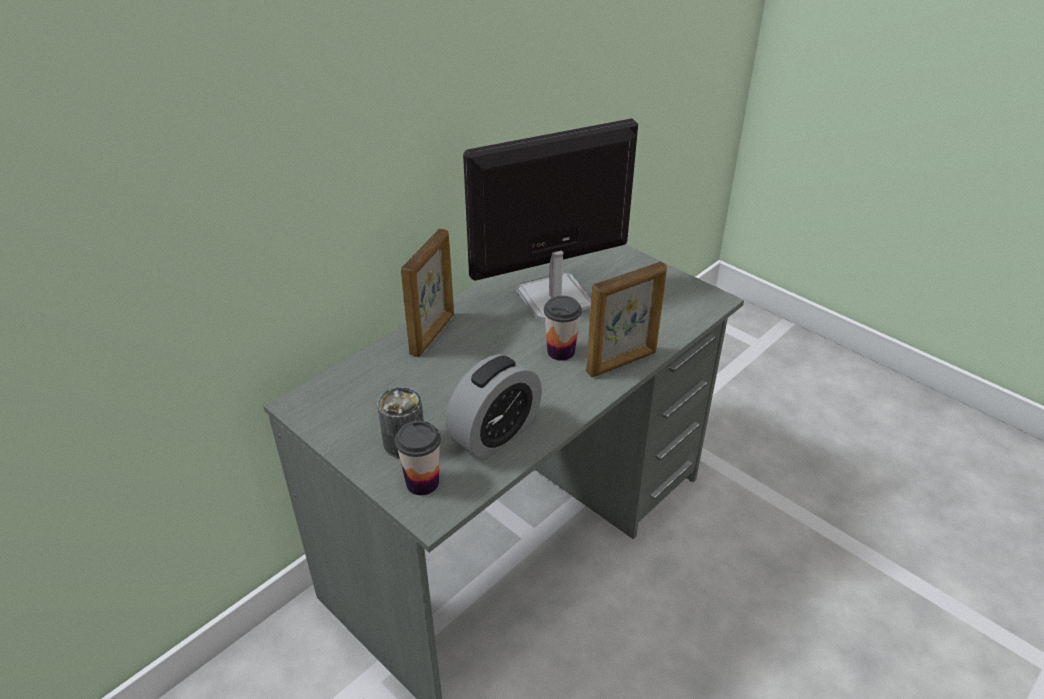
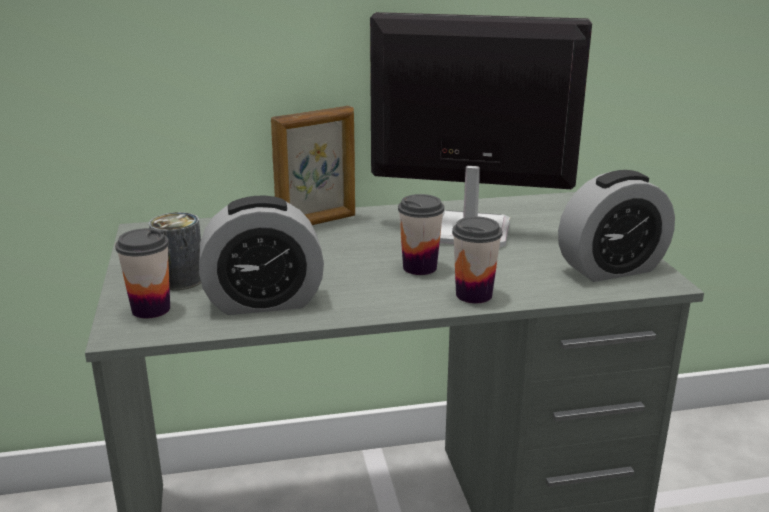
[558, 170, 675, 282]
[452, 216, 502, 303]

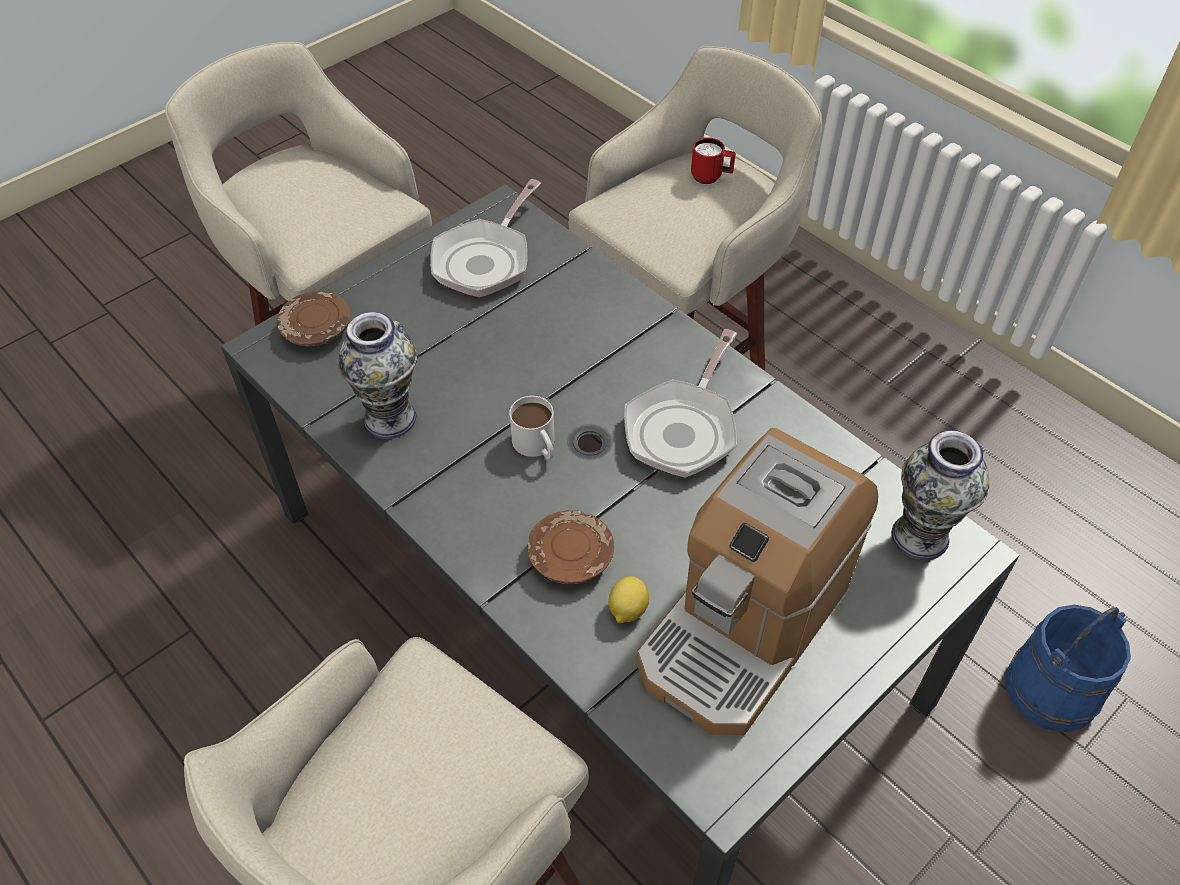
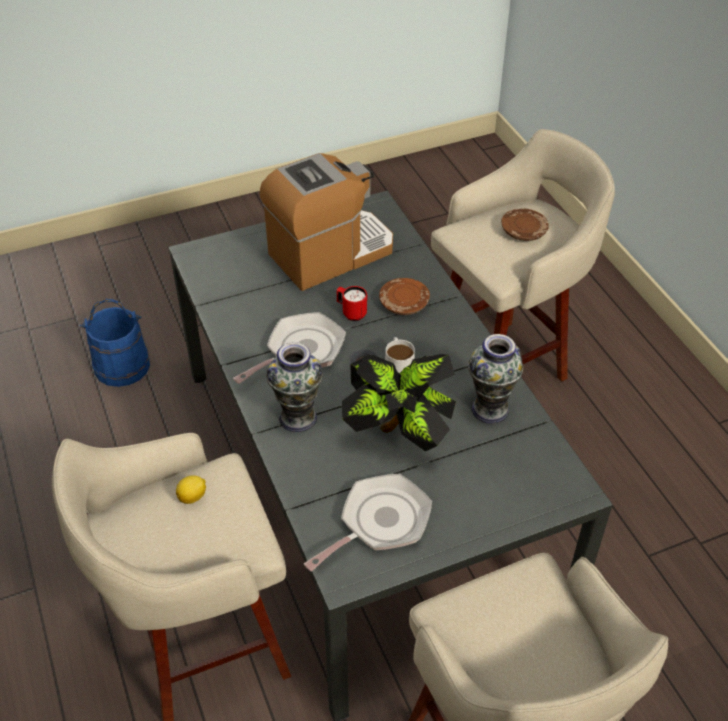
[342, 354, 456, 451]
[501, 209, 549, 241]
[176, 475, 206, 504]
[337, 286, 367, 321]
[267, 342, 322, 432]

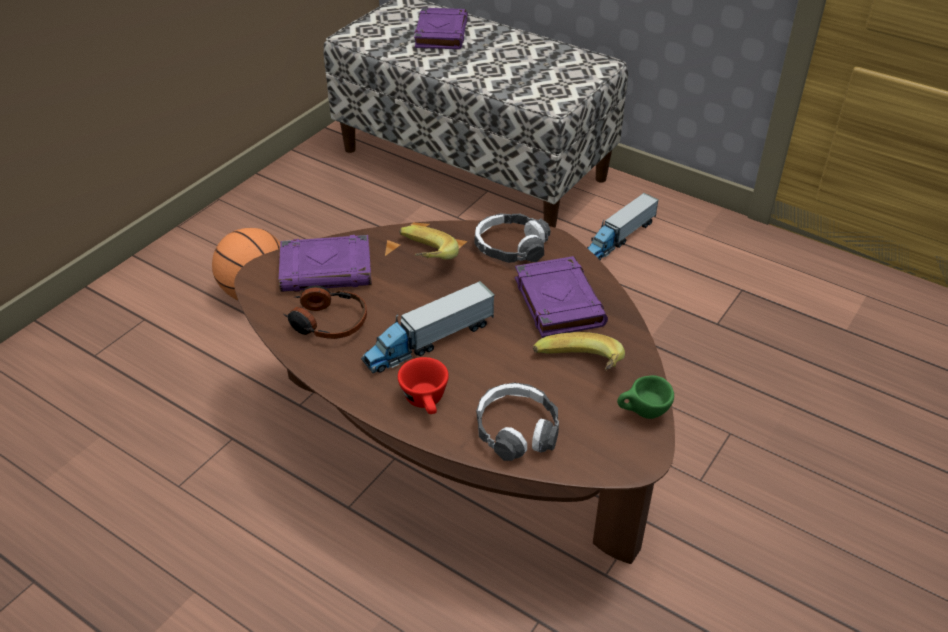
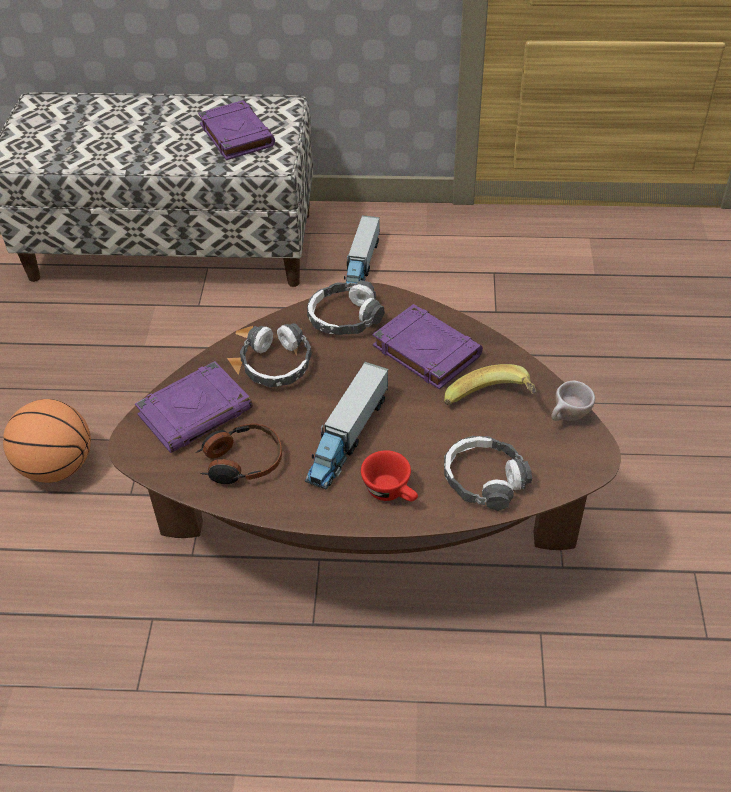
[198, 100, 275, 160]
[240, 323, 312, 387]
[551, 380, 595, 421]

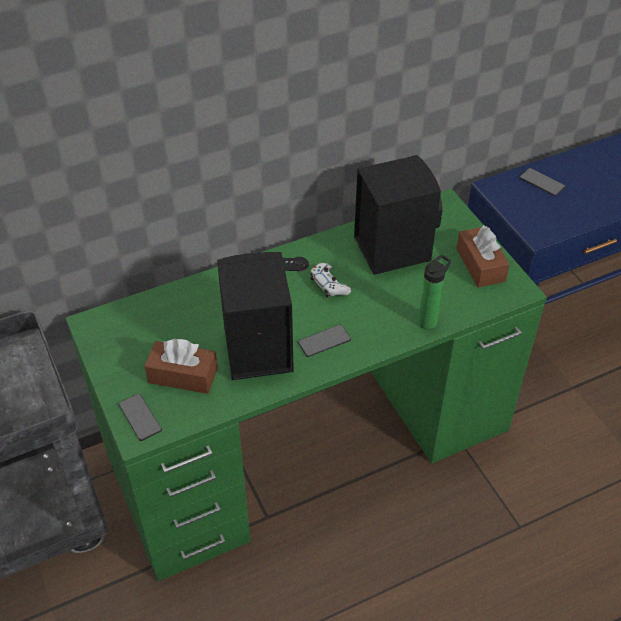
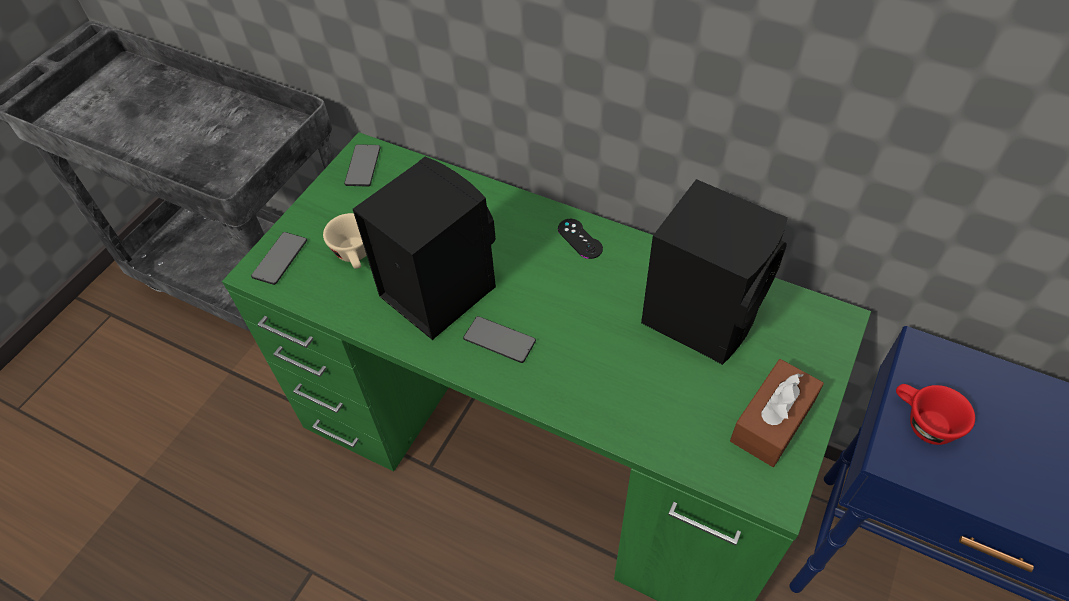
[310, 263, 351, 298] (first image)
[418, 255, 451, 329] (first image)
[896, 384, 975, 445]
[344, 144, 381, 187]
[323, 213, 366, 269]

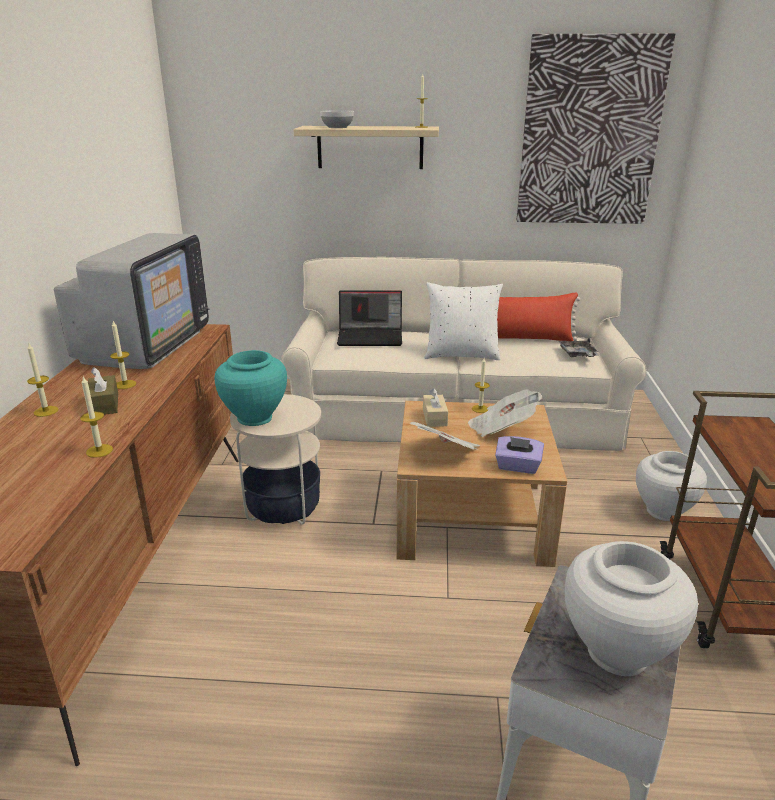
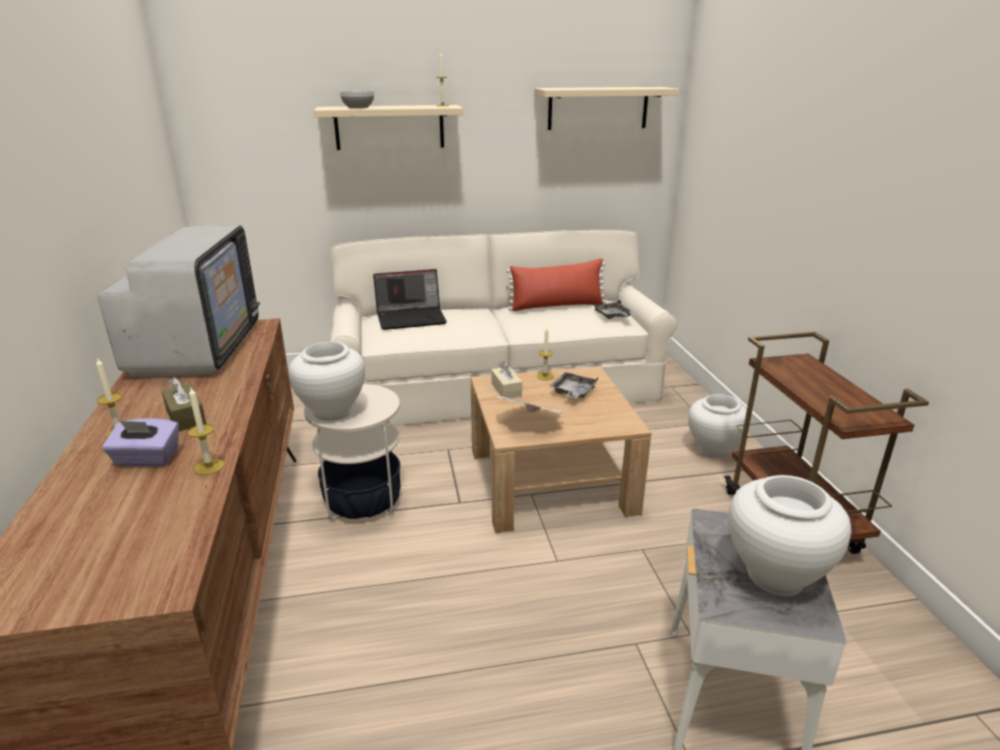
[110, 321, 136, 389] (first image)
[424, 282, 503, 360] (first image)
[102, 418, 179, 466]
[550, 372, 598, 399]
[535, 87, 680, 130]
[288, 342, 365, 421]

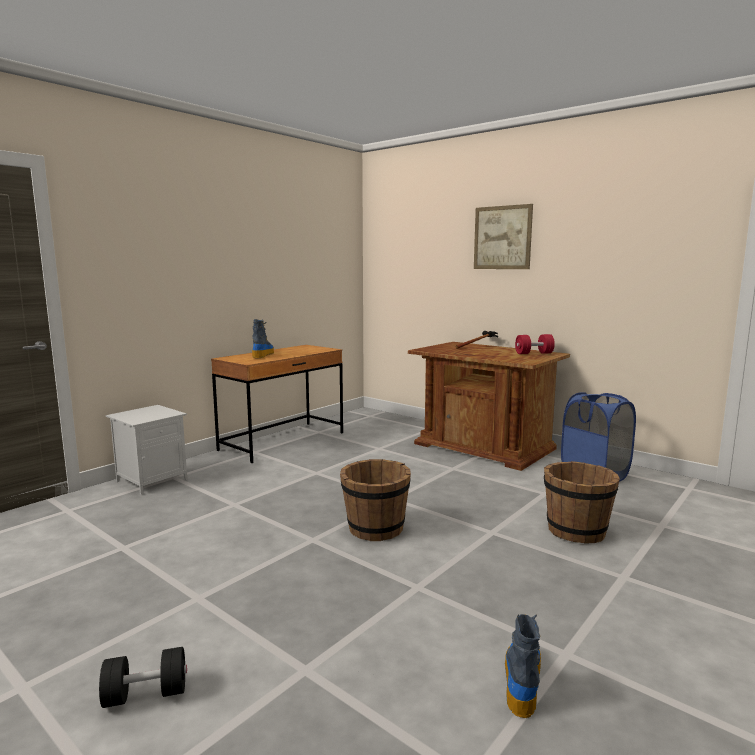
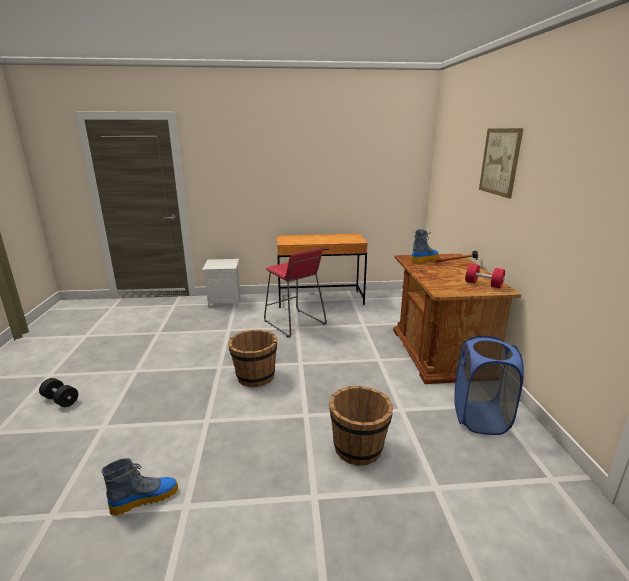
[264, 248, 327, 337]
[411, 229, 439, 264]

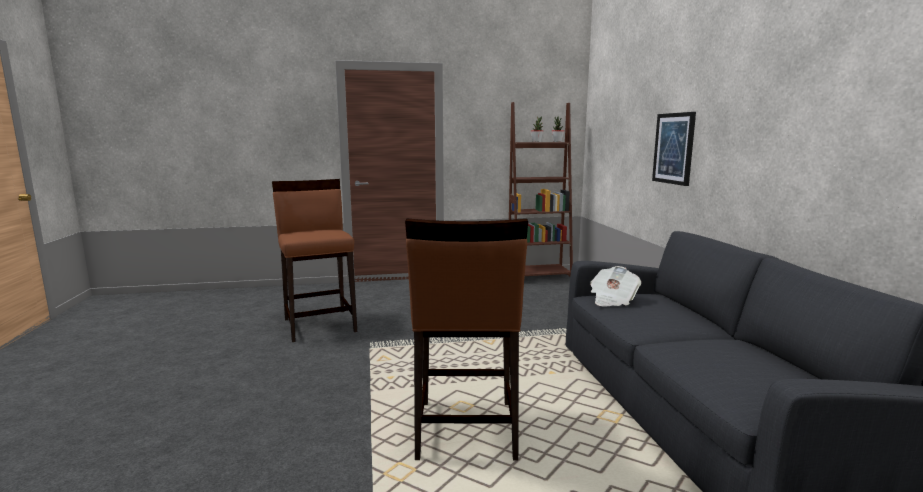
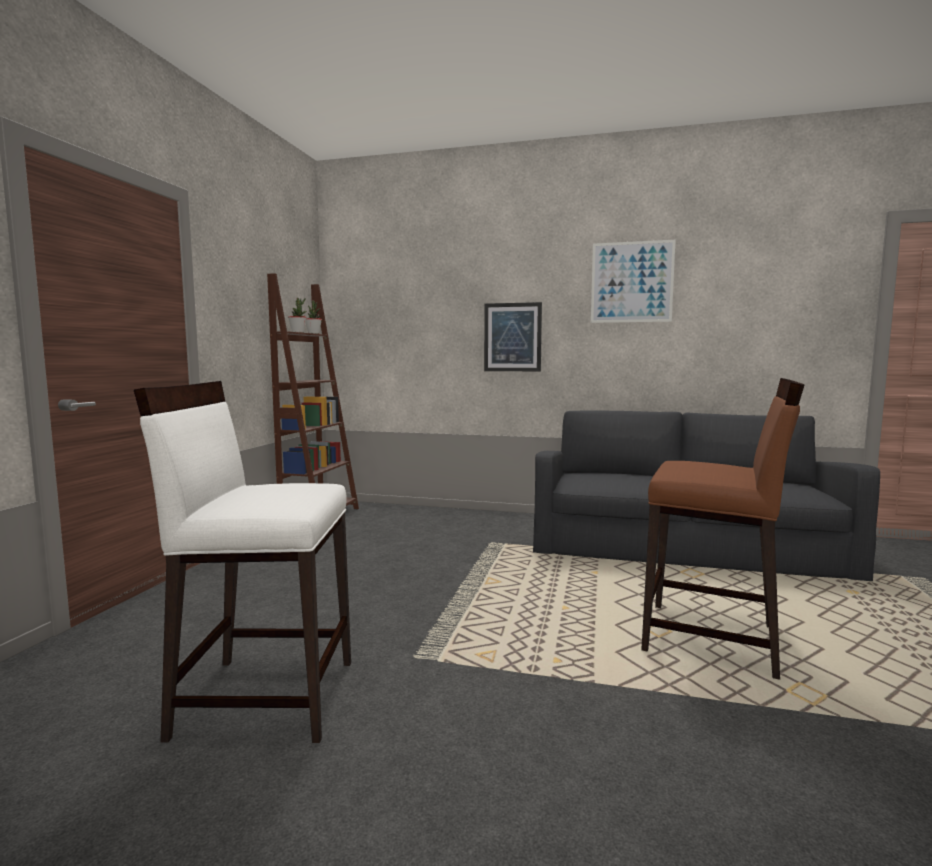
[590, 266, 642, 307] (first image)
[591, 240, 676, 323]
[134, 381, 351, 743]

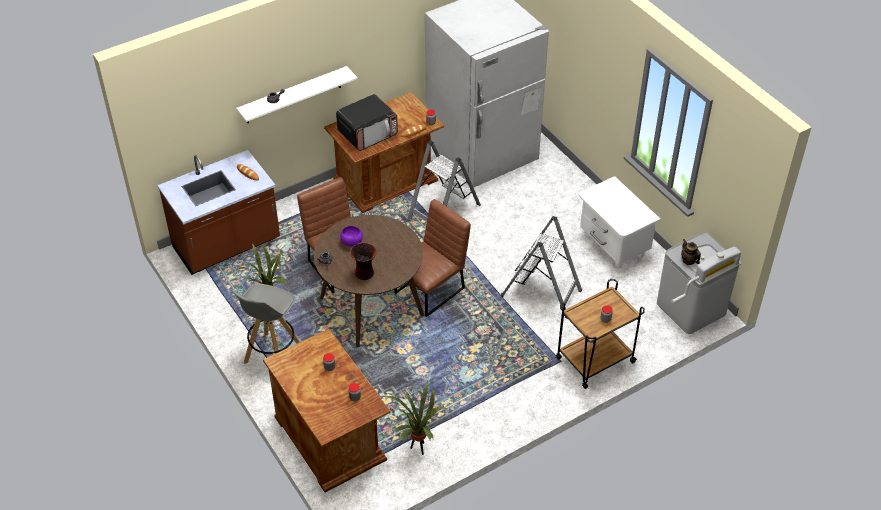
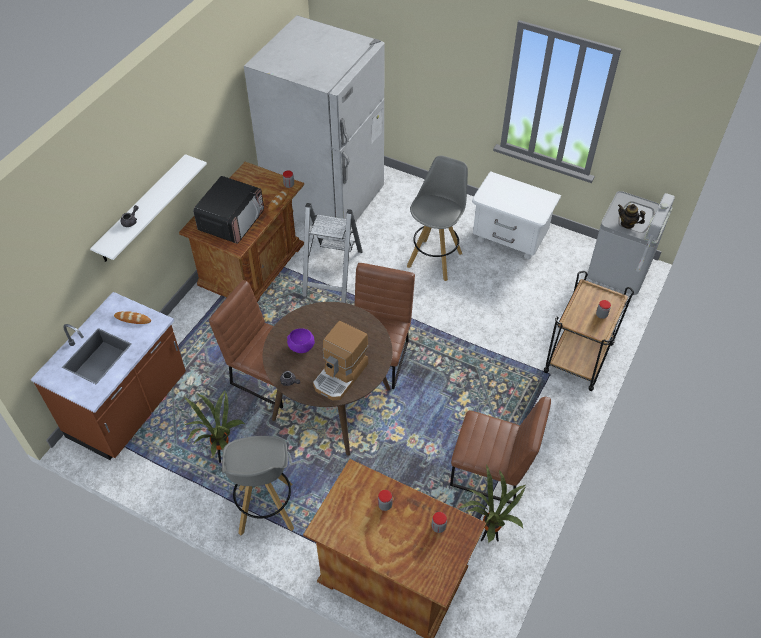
[501, 216, 582, 318] (first image)
[407, 156, 468, 281]
[450, 396, 551, 504]
[313, 321, 368, 401]

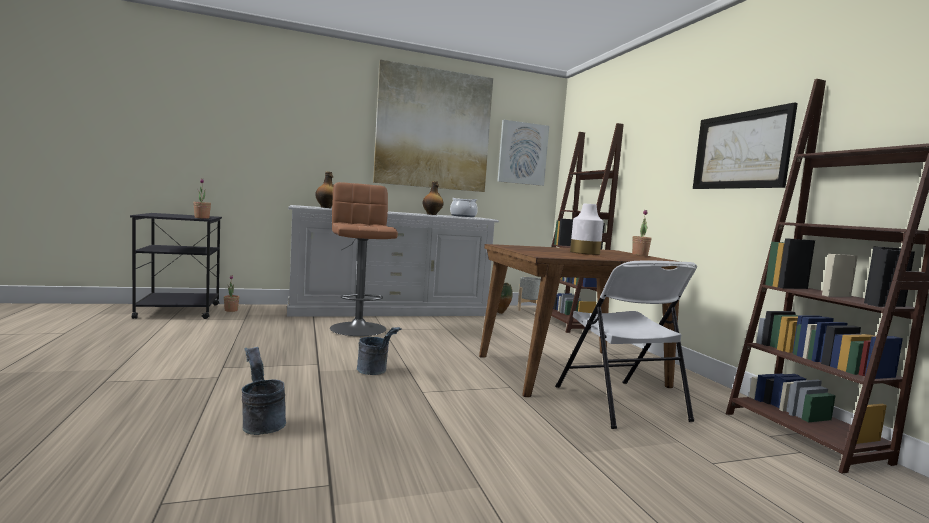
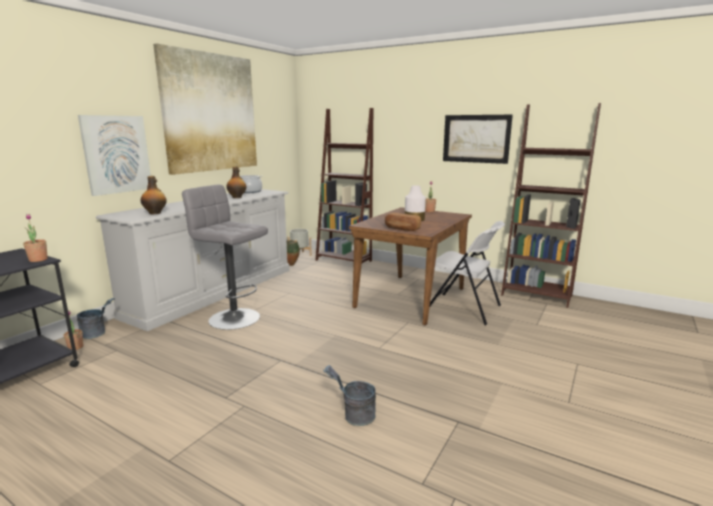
[385, 213, 421, 231]
[77, 298, 115, 339]
[78, 115, 151, 196]
[182, 184, 268, 330]

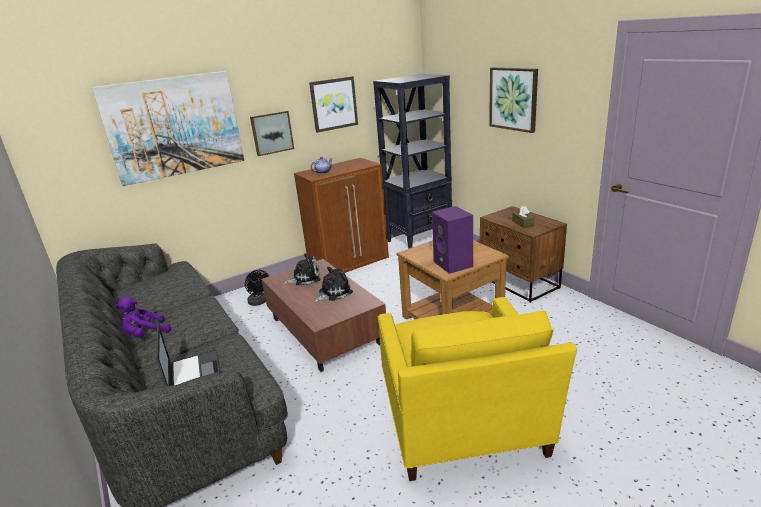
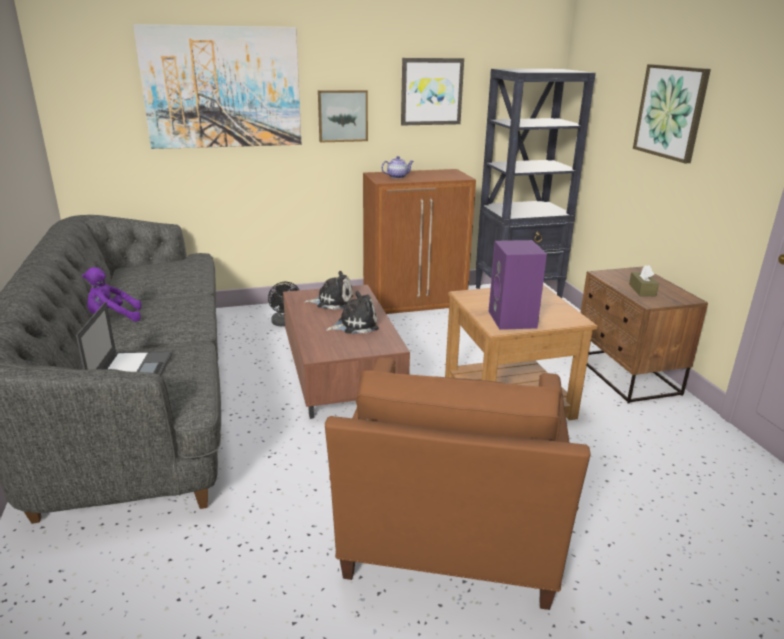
[325, 357, 591, 610]

